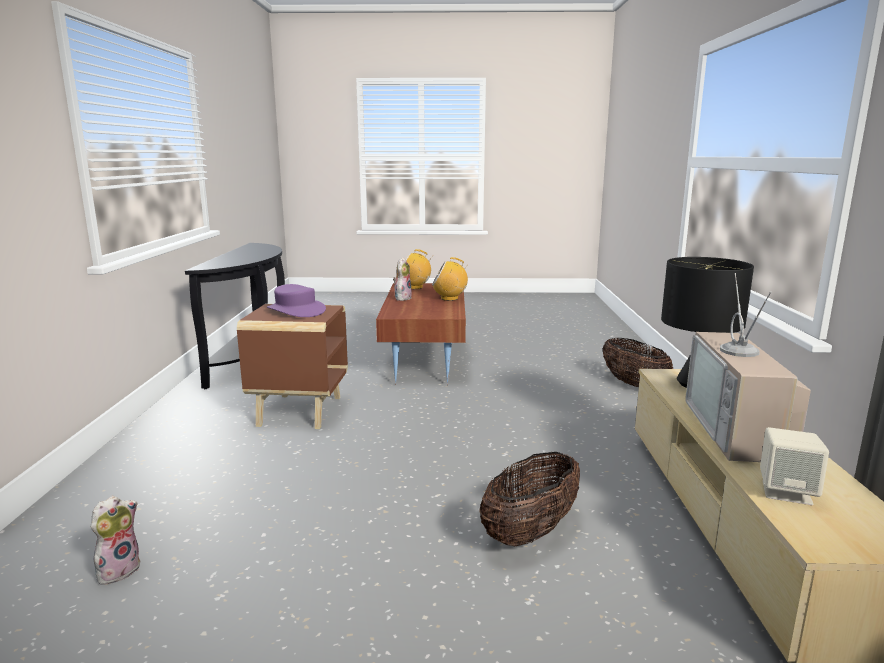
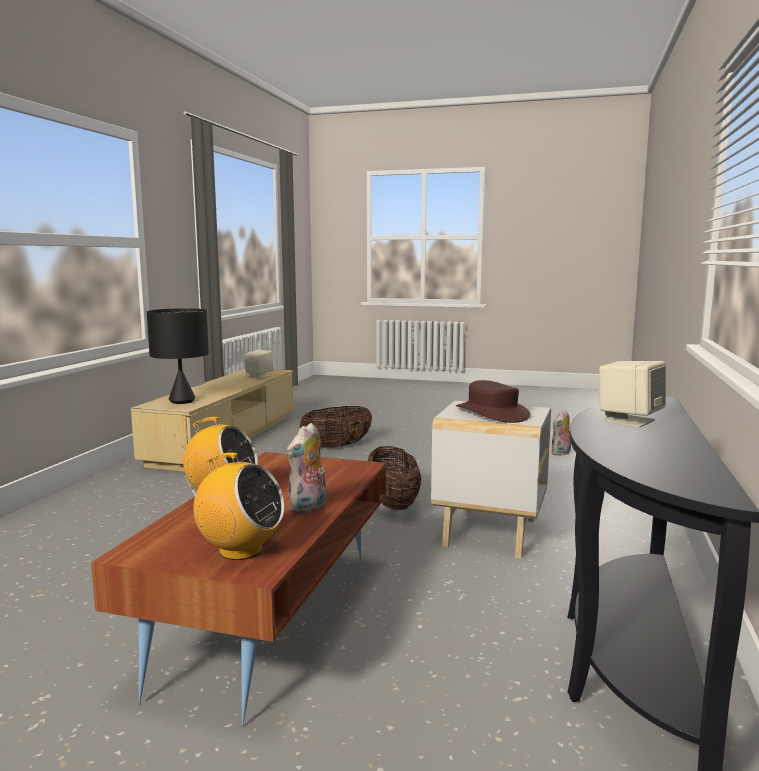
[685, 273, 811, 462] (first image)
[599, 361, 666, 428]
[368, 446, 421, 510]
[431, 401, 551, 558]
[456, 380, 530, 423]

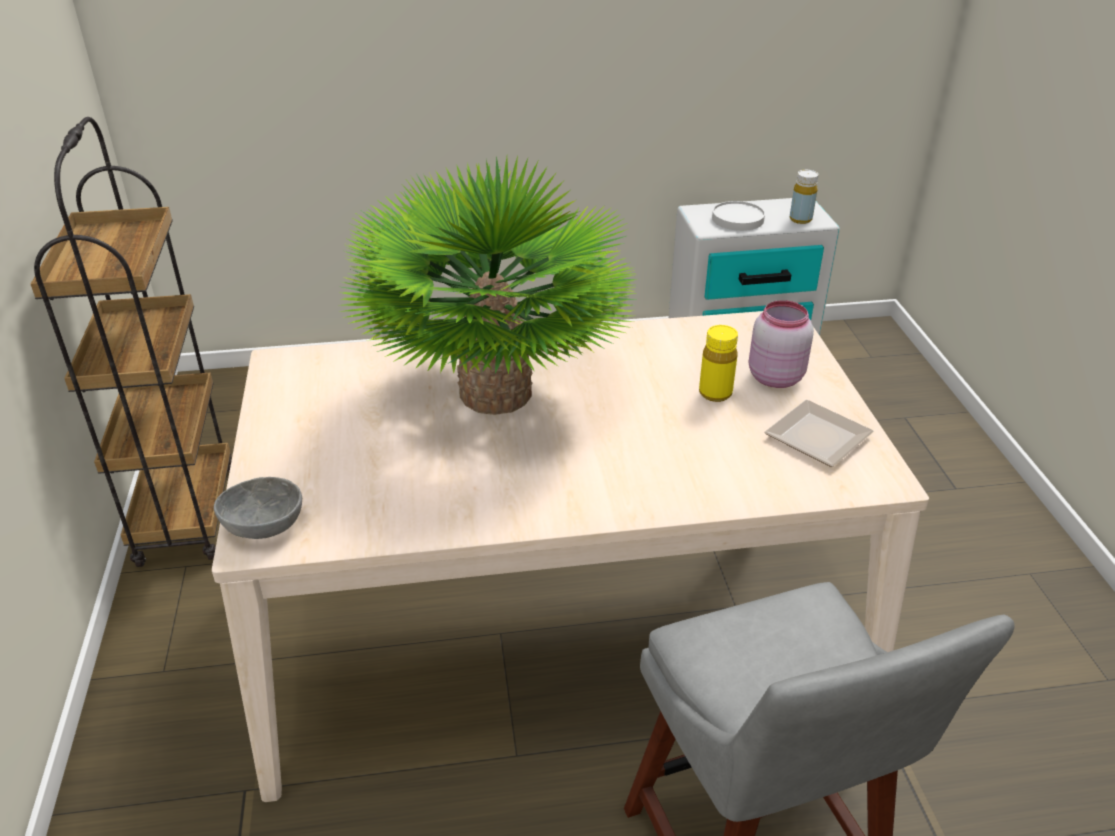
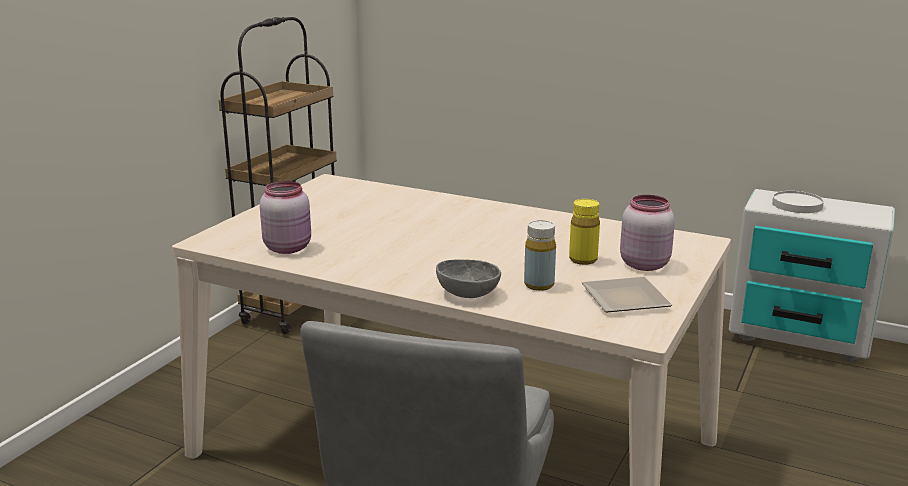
[339, 155, 639, 415] (first image)
[260, 181, 311, 254]
[436, 259, 501, 298]
[524, 220, 556, 291]

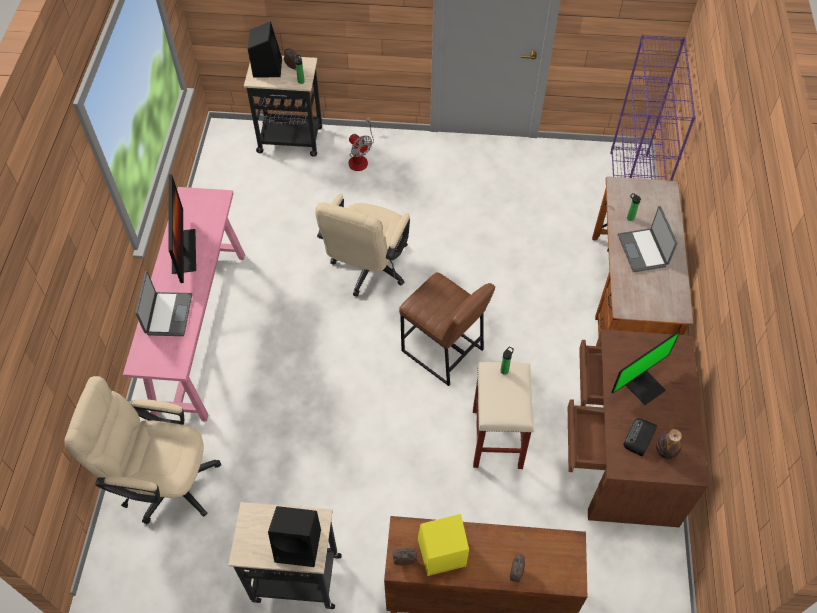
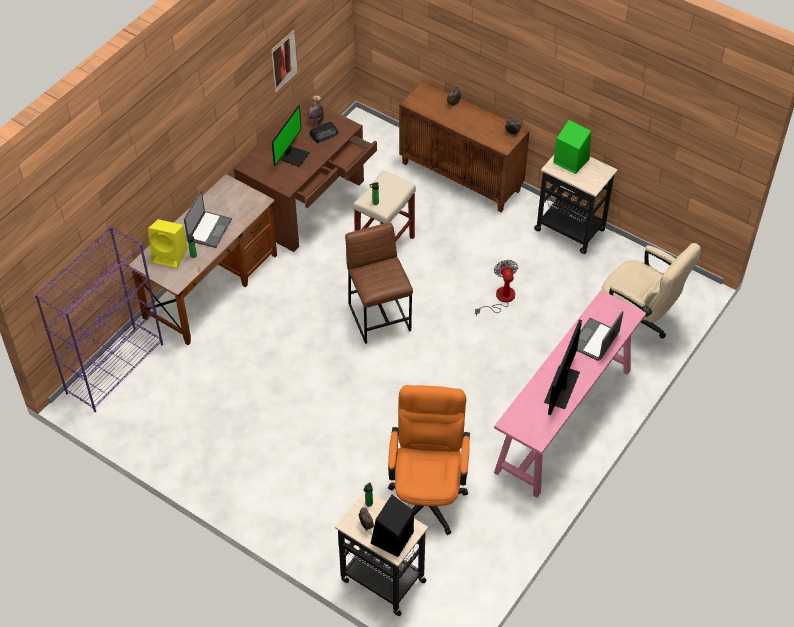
[315, 194, 410, 297] (first image)
[271, 30, 298, 92]
[388, 385, 470, 535]
[475, 260, 518, 316]
[148, 219, 188, 269]
[553, 120, 591, 174]
[272, 106, 310, 167]

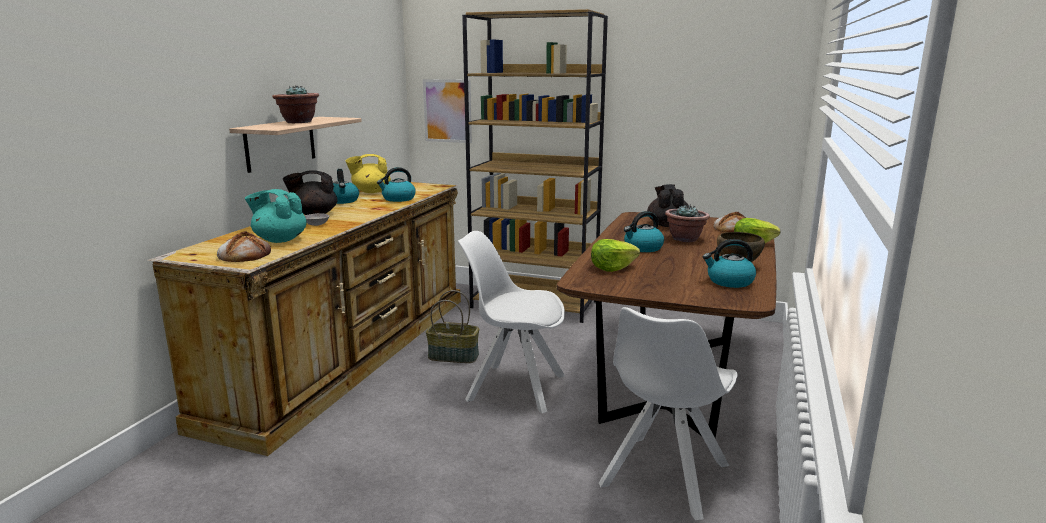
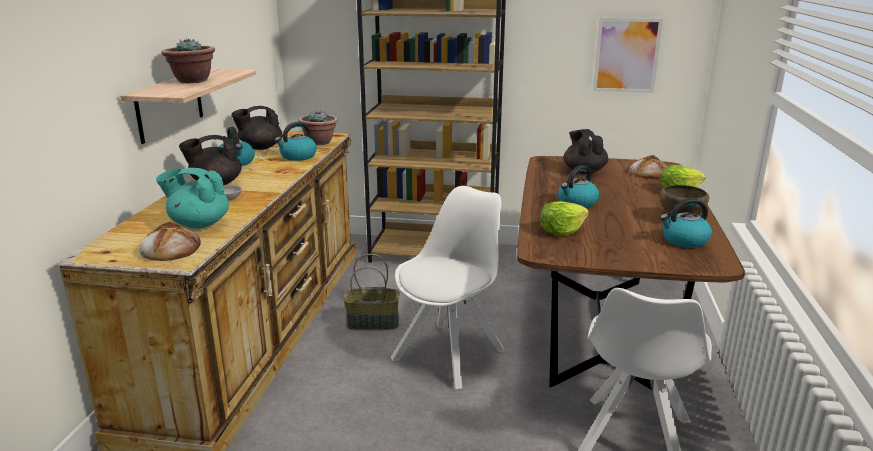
[593, 18, 663, 93]
[298, 110, 338, 145]
[231, 106, 282, 150]
[391, 186, 505, 389]

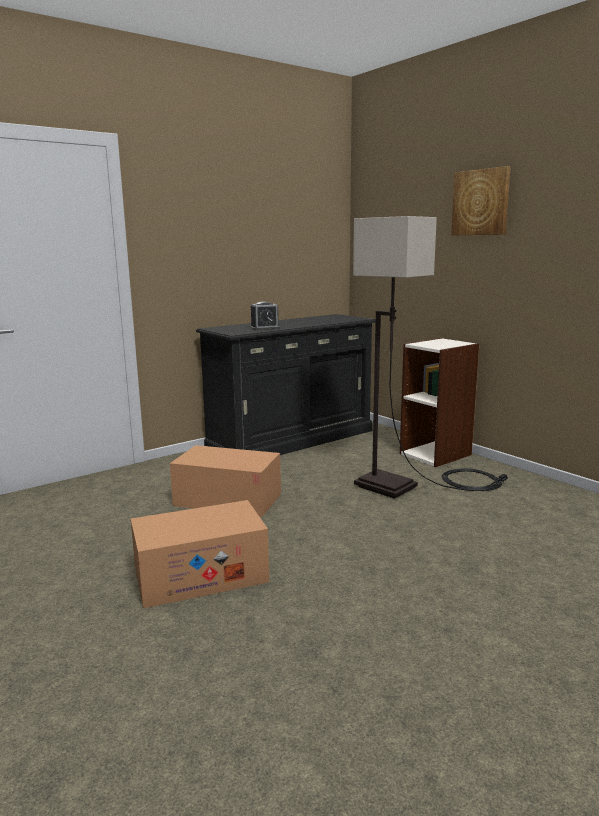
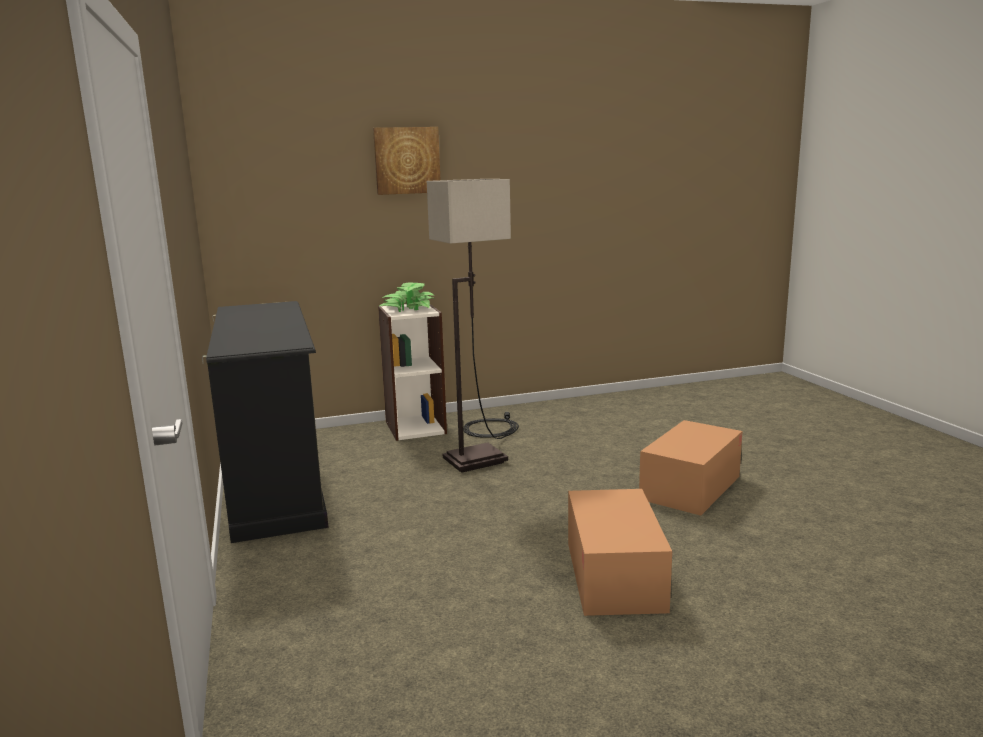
[250, 301, 280, 330] (first image)
[380, 283, 435, 312]
[639, 420, 742, 516]

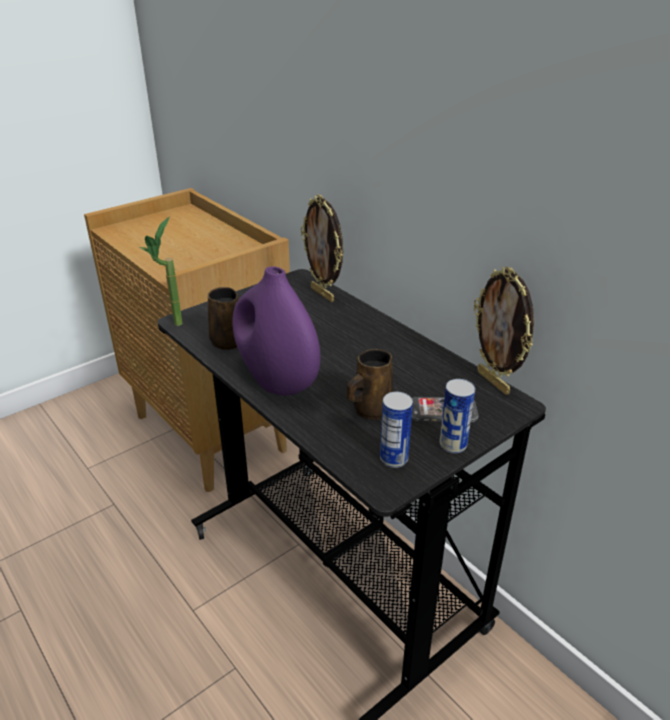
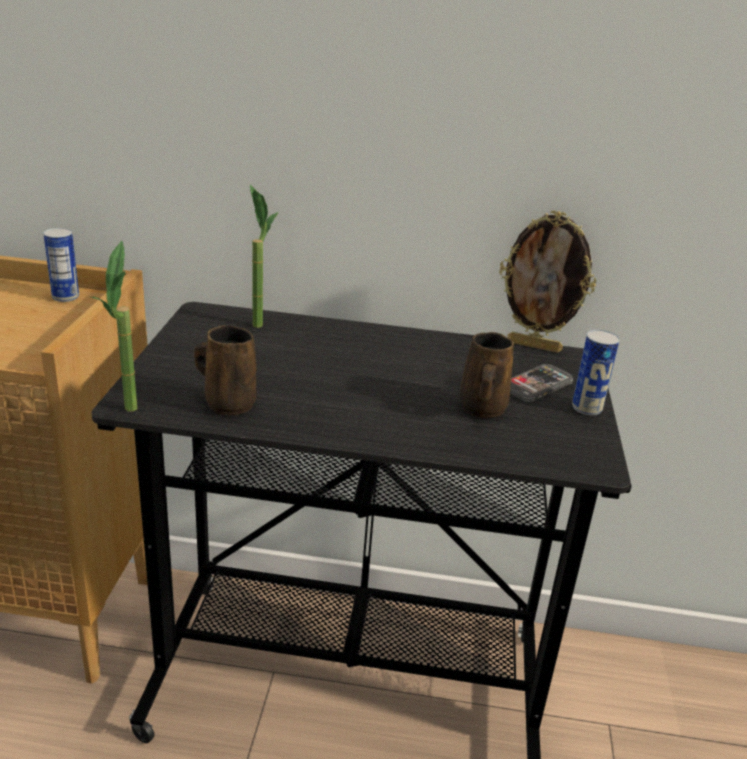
[232, 266, 321, 396] (first image)
[43, 228, 79, 302]
[250, 185, 278, 328]

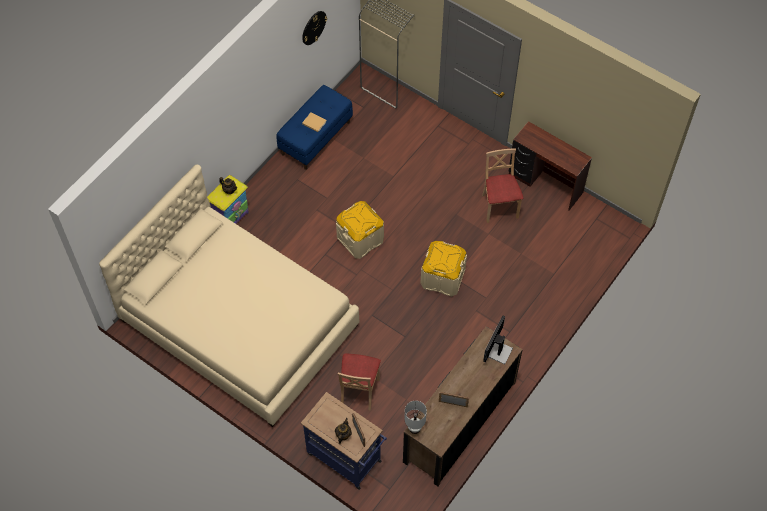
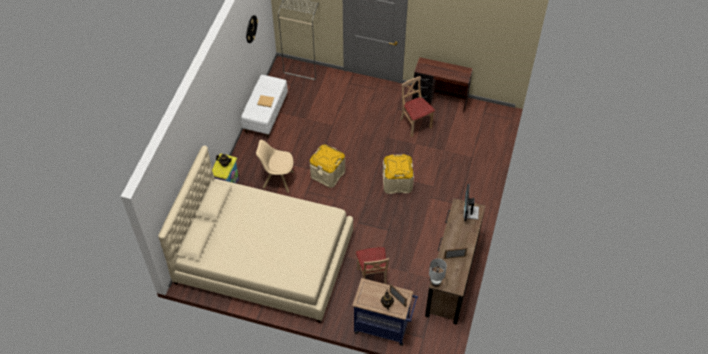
[256, 140, 294, 192]
[241, 75, 288, 139]

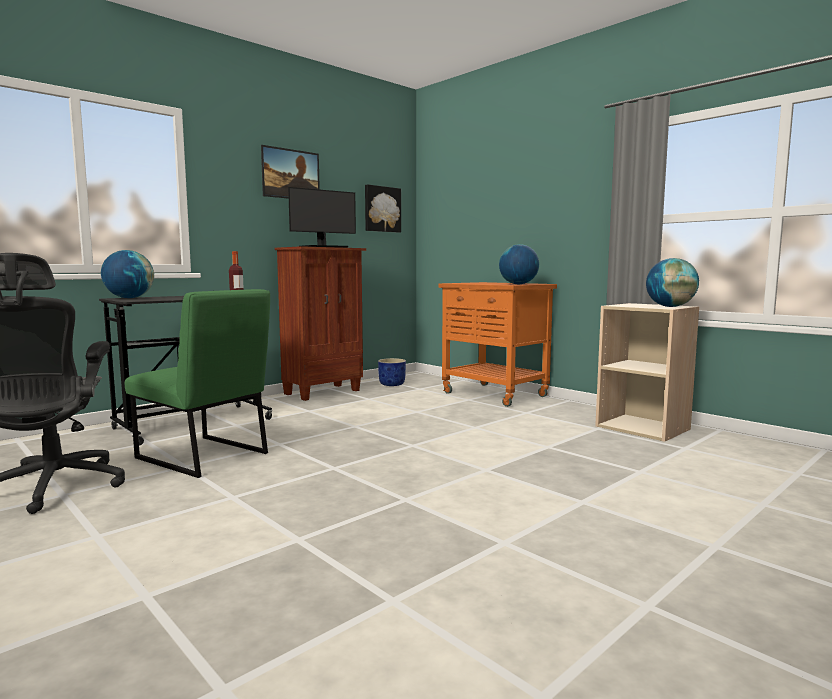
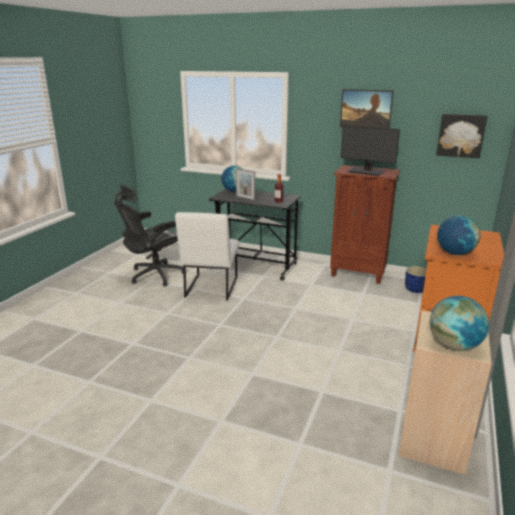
[236, 168, 255, 201]
[175, 212, 239, 300]

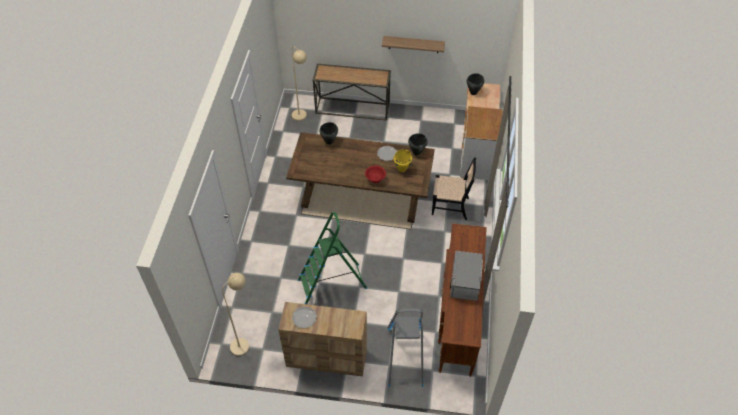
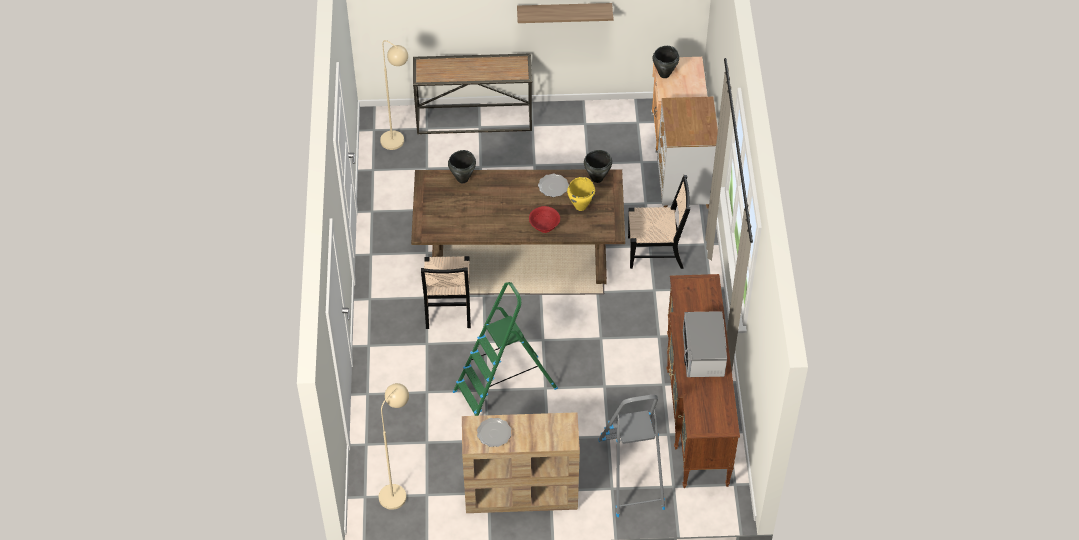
[421, 256, 471, 329]

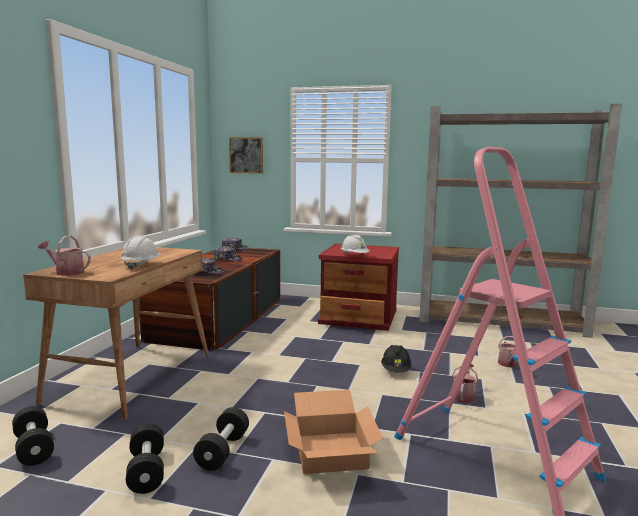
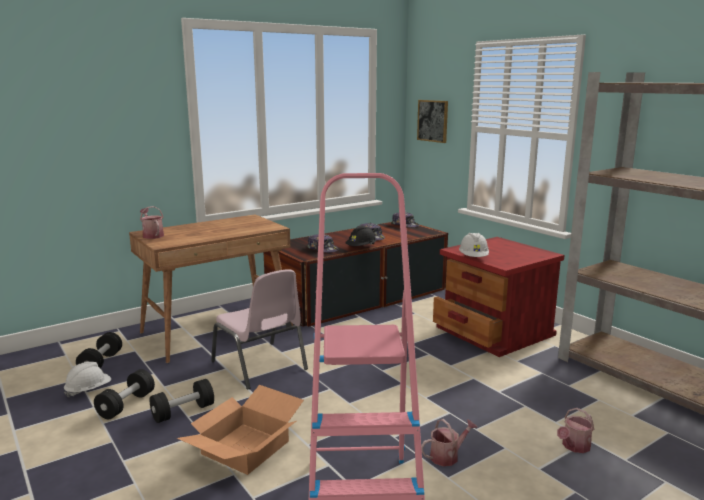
[211, 269, 308, 390]
[64, 362, 111, 398]
[346, 226, 376, 246]

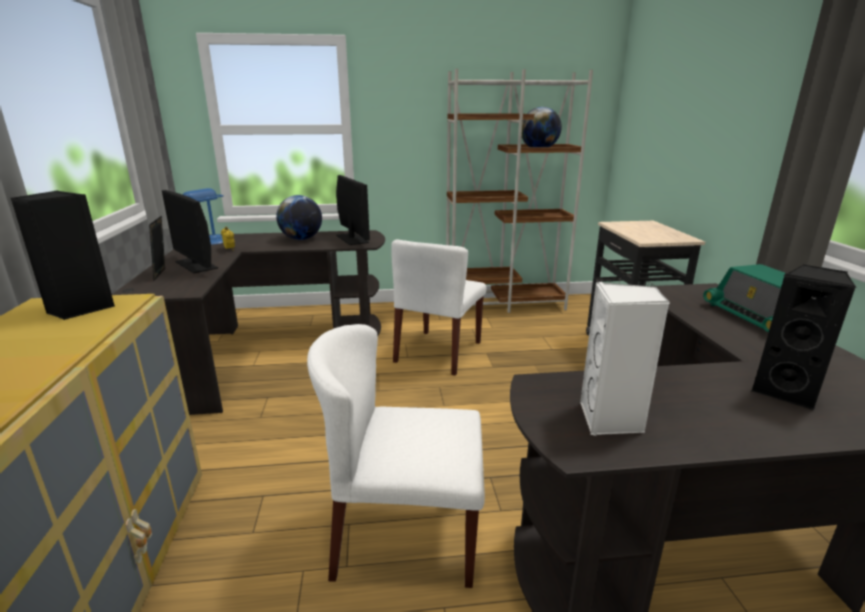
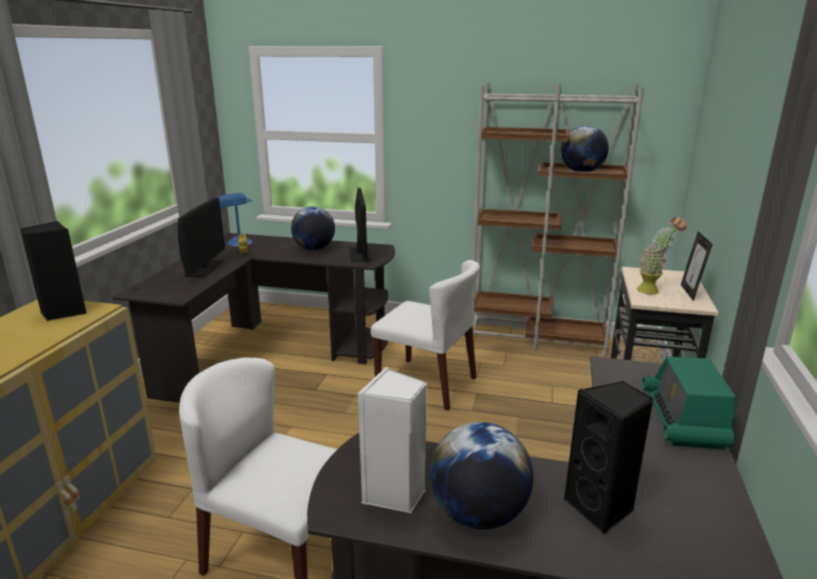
[430, 422, 533, 529]
[637, 217, 686, 294]
[681, 232, 713, 301]
[178, 197, 225, 277]
[371, 260, 480, 411]

